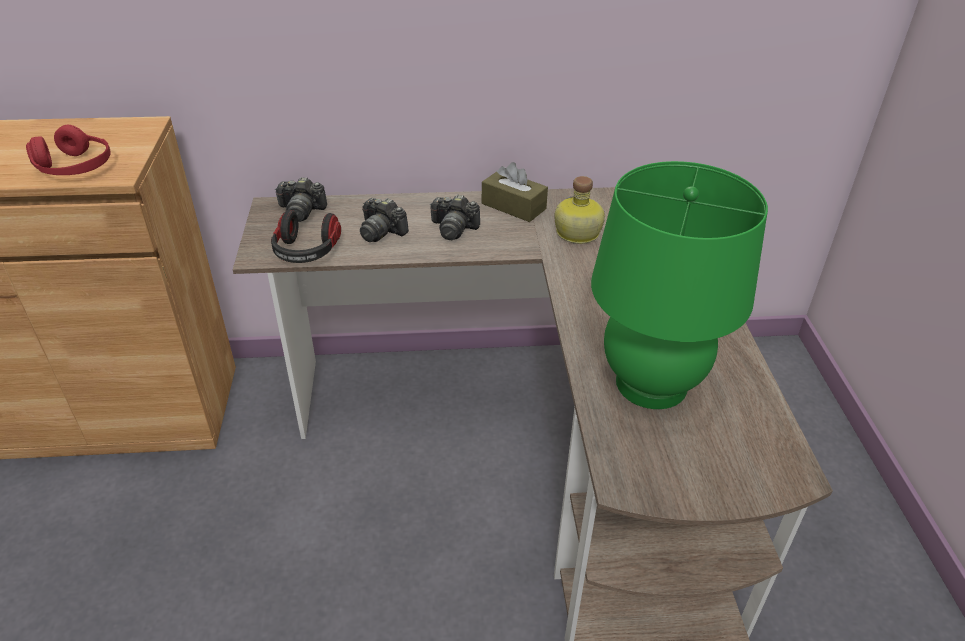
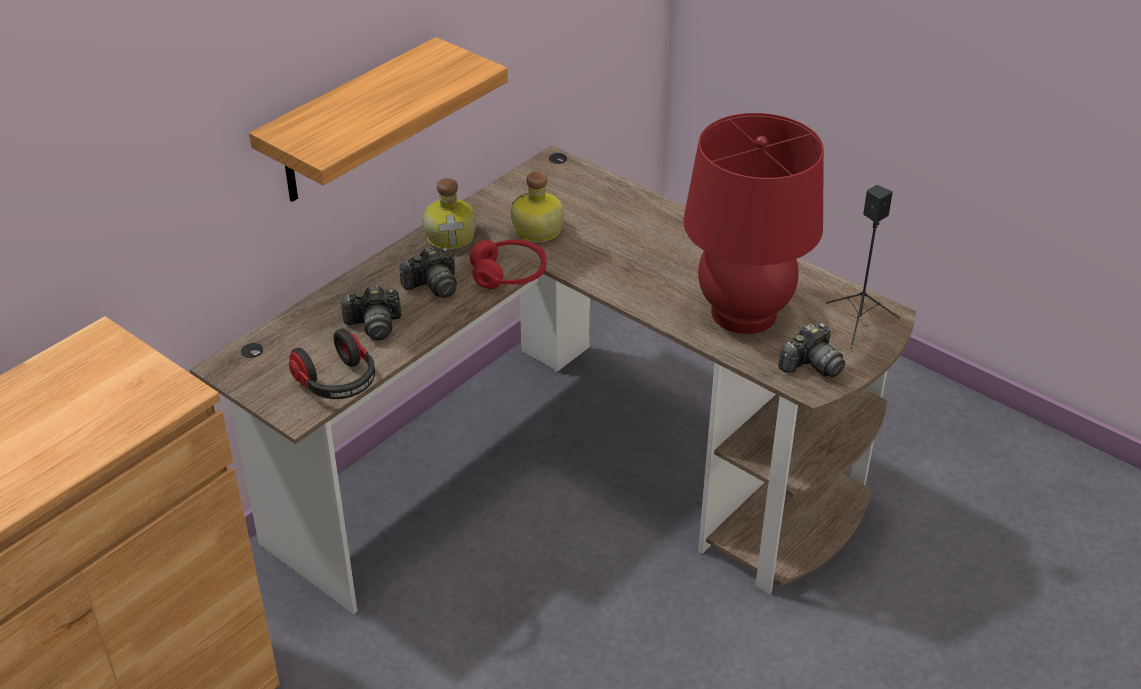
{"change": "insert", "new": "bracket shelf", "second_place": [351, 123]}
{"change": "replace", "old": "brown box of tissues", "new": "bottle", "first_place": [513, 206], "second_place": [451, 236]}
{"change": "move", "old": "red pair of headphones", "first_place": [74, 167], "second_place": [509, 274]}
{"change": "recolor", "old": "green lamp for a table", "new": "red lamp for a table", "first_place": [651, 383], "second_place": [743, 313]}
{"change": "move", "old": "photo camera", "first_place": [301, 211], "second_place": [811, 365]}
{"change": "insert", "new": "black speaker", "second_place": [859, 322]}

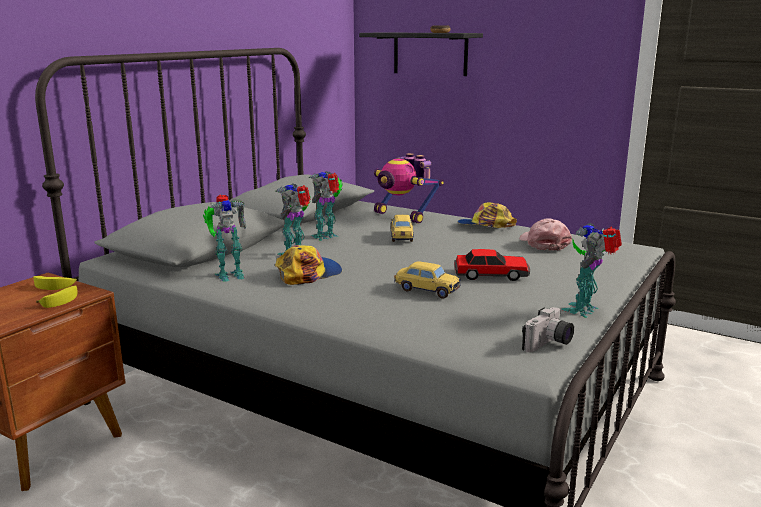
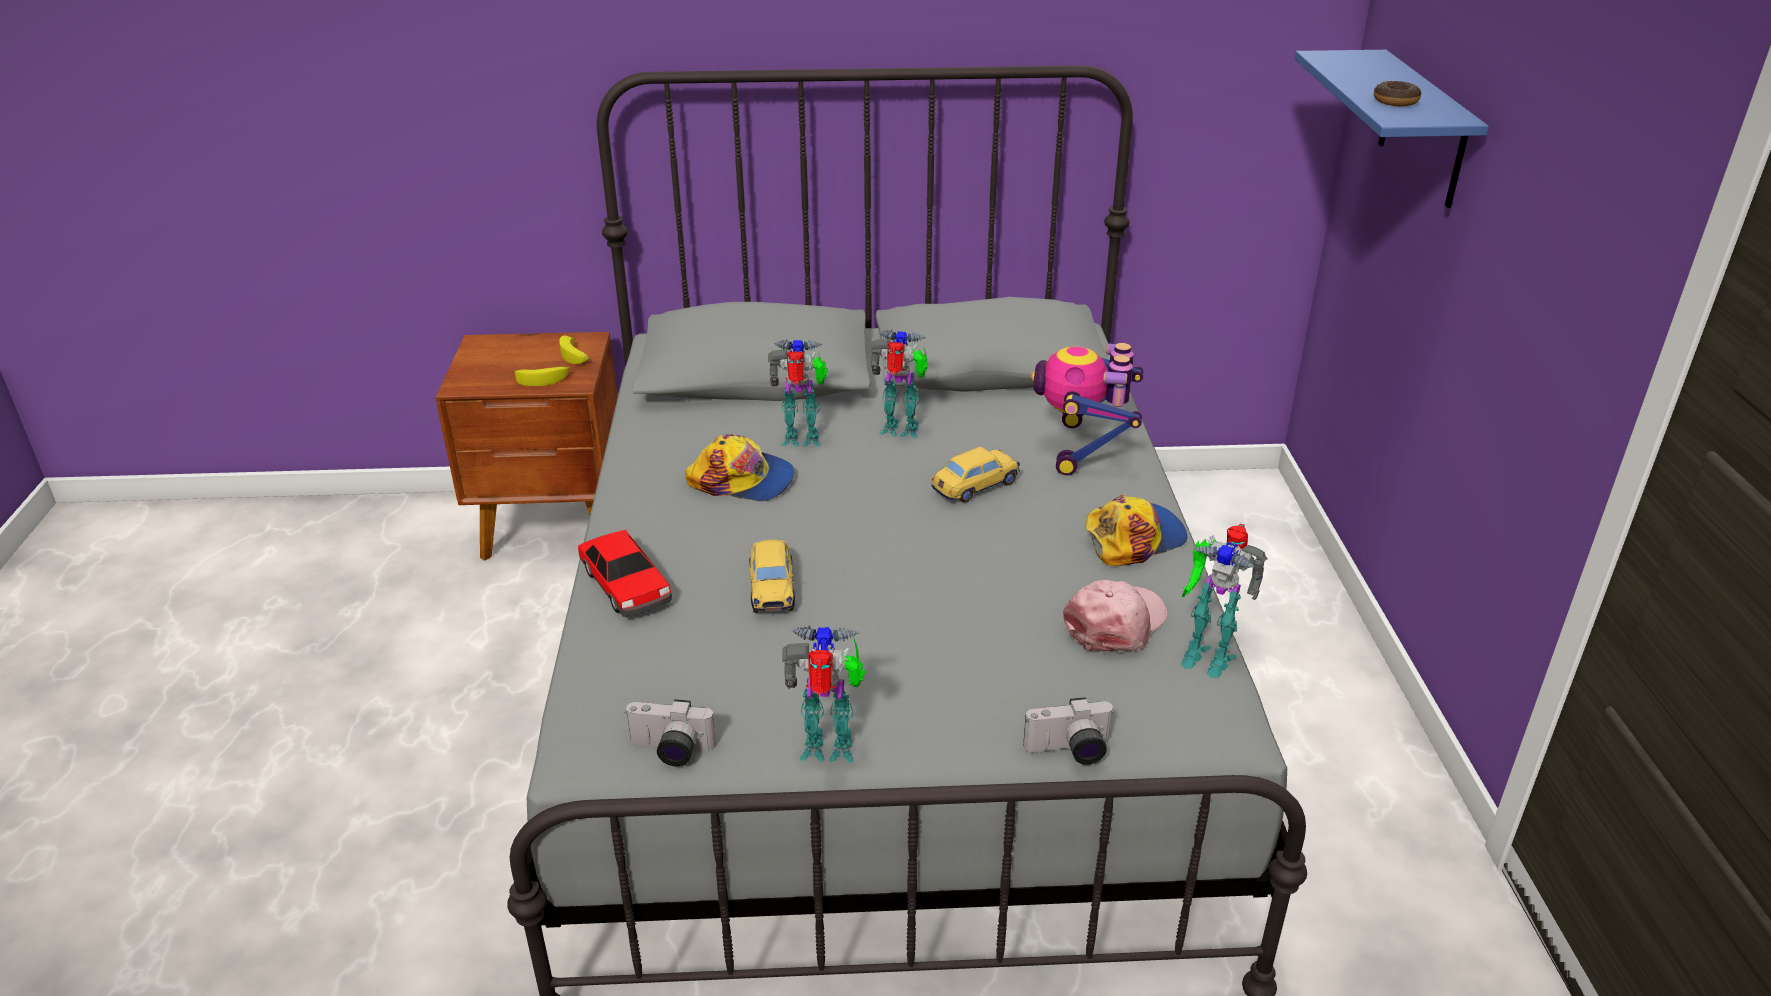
{"change": "move", "old": "toy car", "first_place": [491, 275], "second_place": [626, 586]}
{"change": "insert", "new": "photo camera", "second_place": [1070, 751]}
{"change": "rotate", "old": "baseball cap", "first_place": [485, 226], "second_place": [1133, 538], "degrees": 75}
{"change": "move", "old": "toy robot", "first_place": [228, 274], "second_place": [1206, 654]}
{"change": "recolor", "old": "black bracket shelf", "new": "blue bracket shelf", "first_place": [430, 53], "second_place": [1423, 130]}

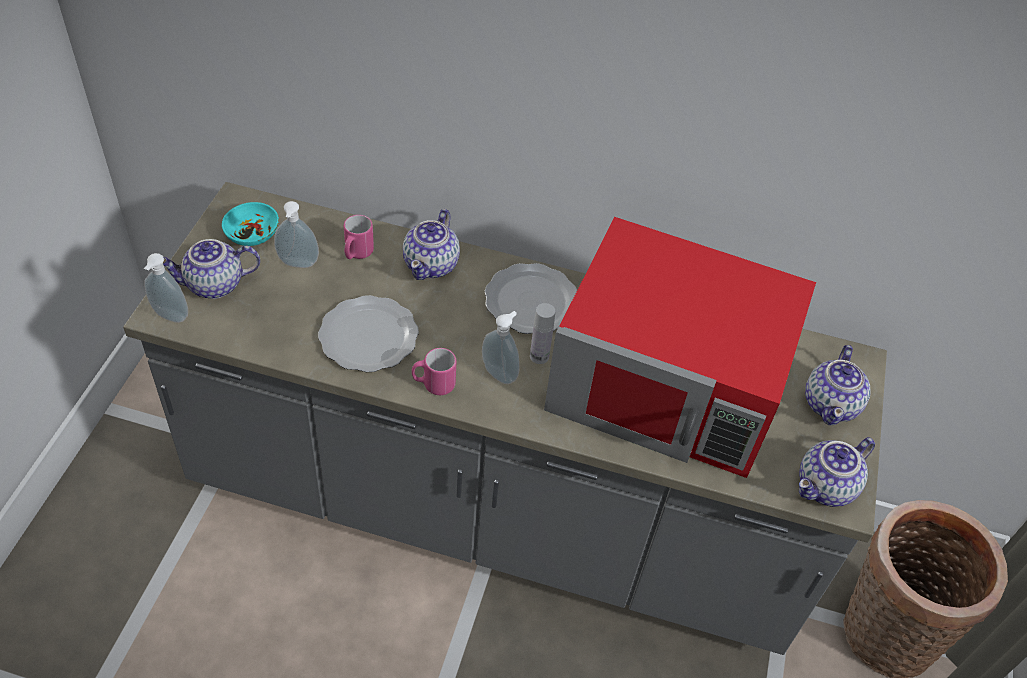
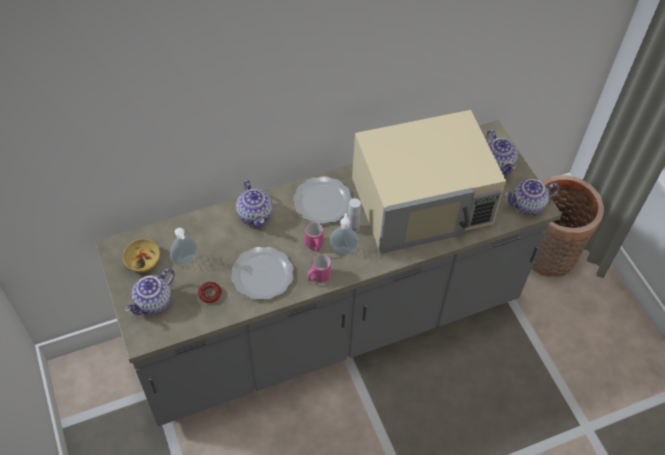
{"change": "recolor", "old": "turquoise-coloured bowl", "new": "beige-coloured bowl", "first_place": [252, 234], "second_place": [143, 260]}
{"change": "insert", "new": "ring doughnut", "second_place": [210, 294]}
{"change": "move", "old": "pinkish mug", "first_place": [357, 254], "second_place": [314, 246]}
{"change": "recolor", "old": "red microwave oven", "new": "beige-coloured microwave oven", "first_place": [669, 384], "second_place": [423, 201]}
{"change": "rotate", "old": "tea pot", "first_place": [826, 488], "second_place": [527, 205], "degrees": 60}
{"change": "delete", "old": "soap bottle", "first_place": [169, 317]}

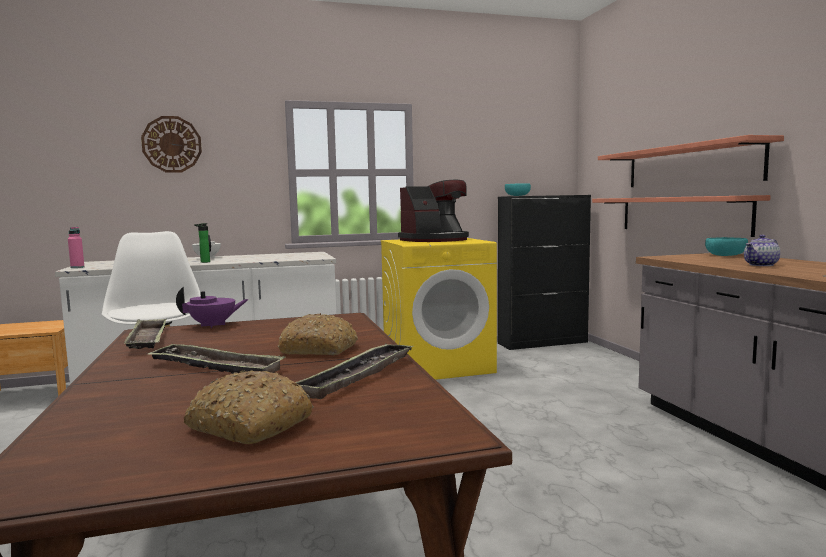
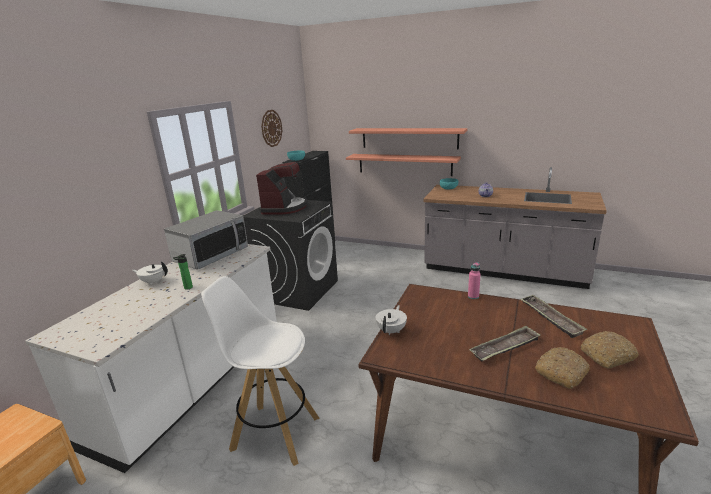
{"change": "insert", "new": "microwave oven", "second_place": [211, 255]}
{"change": "recolor", "old": "yellow washing machine", "new": "black washing machine", "first_place": [438, 365], "second_place": [298, 290]}
{"change": "move", "old": "clock on the wall", "first_place": [172, 144], "second_place": [271, 128]}
{"change": "recolor", "old": "purple tea pot", "new": "white-coloured tea pot", "first_place": [213, 325], "second_place": [392, 331]}
{"change": "move", "old": "pinkish bottle", "first_place": [77, 267], "second_place": [473, 296]}
{"change": "move", "old": "bakery bread", "first_place": [319, 349], "second_place": [561, 372]}
{"change": "delete", "old": "tray", "first_place": [148, 340]}

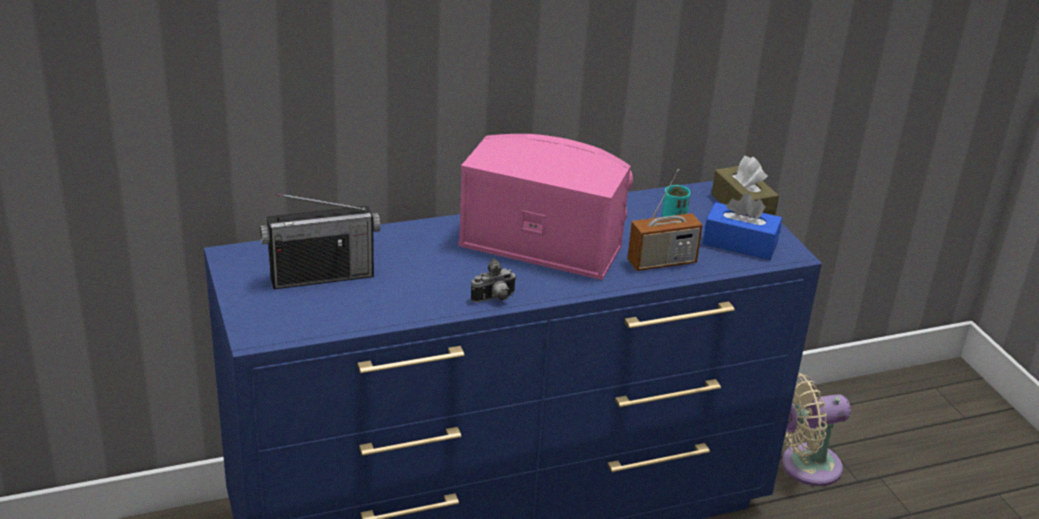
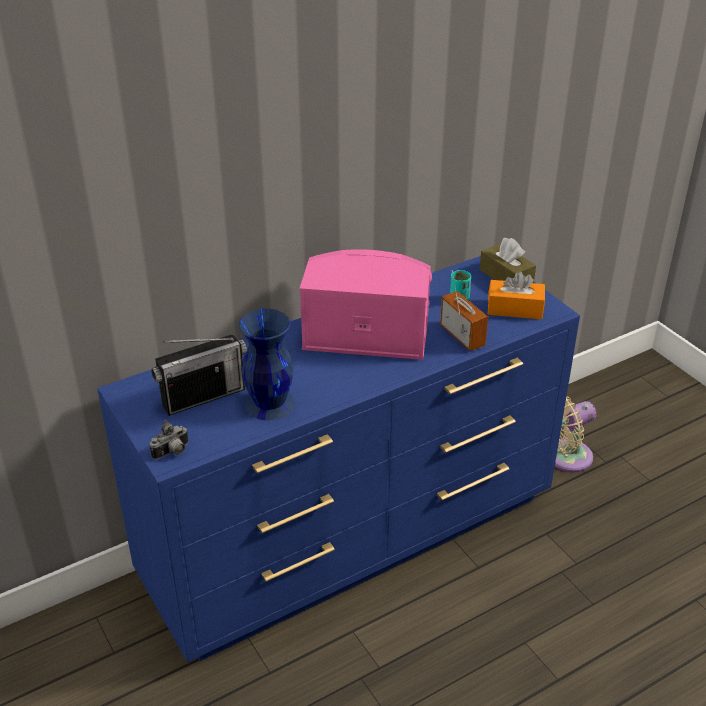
{"change": "move", "old": "photo camera", "first_place": [495, 299], "second_place": [172, 452]}
{"change": "insert", "new": "blue flower vase", "second_place": [268, 404]}
{"change": "rotate", "old": "radio", "first_place": [661, 262], "second_place": [462, 336], "degrees": -90}
{"change": "recolor", "old": "blue box of tissues", "new": "orangey box of tissues", "first_place": [740, 243], "second_place": [515, 309]}

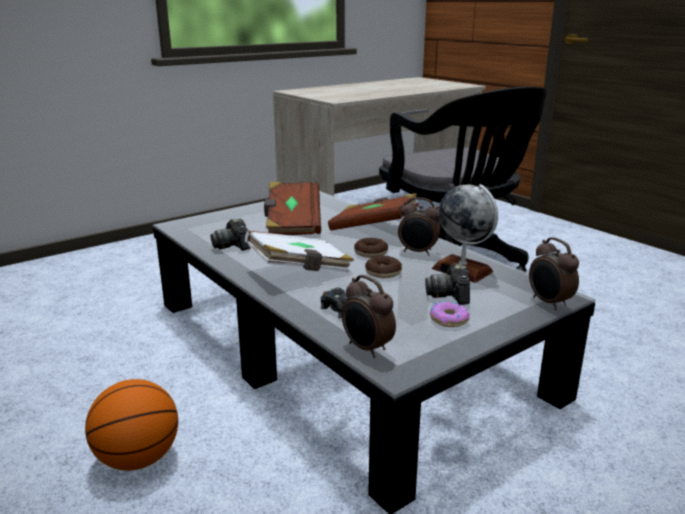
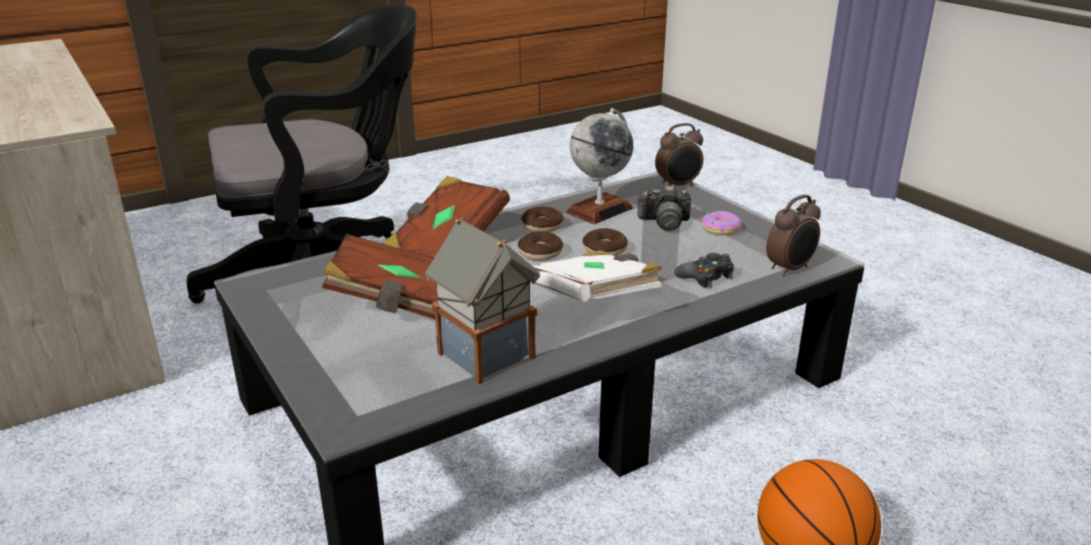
{"change": "replace", "old": "photo camera", "new": "toy house", "first_place": [232, 245], "second_place": [484, 354]}
{"change": "replace", "old": "table clock", "new": "ring doughnut", "first_place": [418, 252], "second_place": [542, 226]}

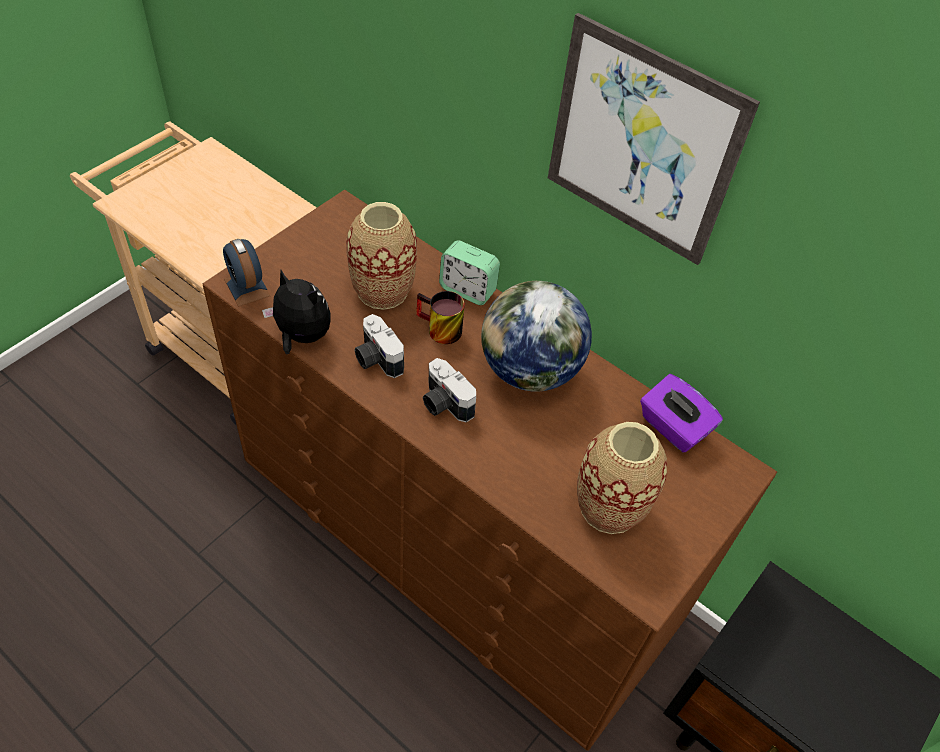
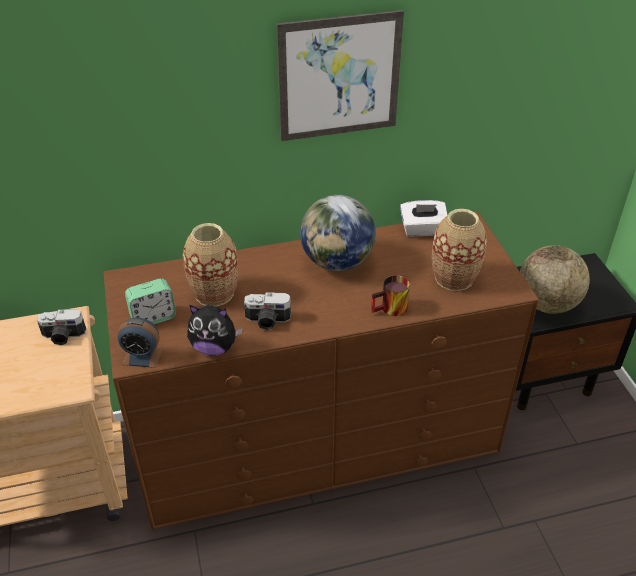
{"change": "move", "old": "photo camera", "first_place": [444, 404], "second_place": [63, 336]}
{"change": "move", "old": "table clock", "first_place": [467, 290], "second_place": [153, 317]}
{"change": "rotate", "old": "soft toy", "first_place": [301, 336], "second_place": [214, 347], "degrees": -150}
{"change": "move", "old": "mug", "first_place": [438, 330], "second_place": [391, 310]}
{"change": "recolor", "old": "purple box of tissues", "new": "white-coloured box of tissues", "first_place": [673, 427], "second_place": [422, 230]}
{"change": "insert", "new": "world globe", "second_place": [547, 304]}

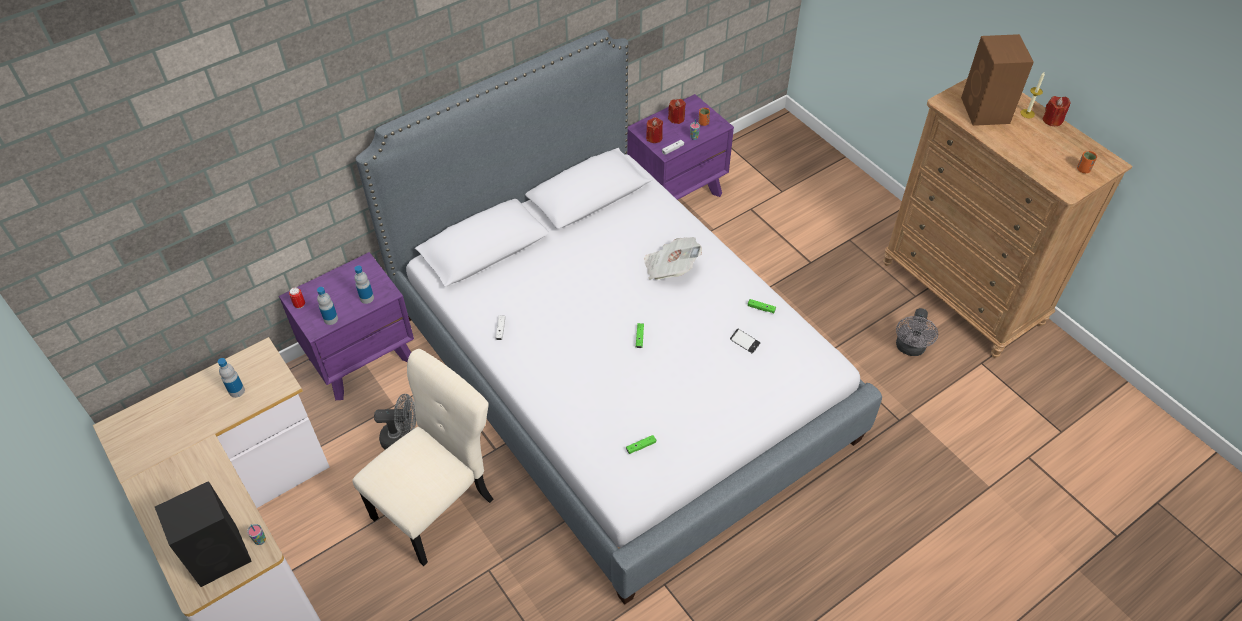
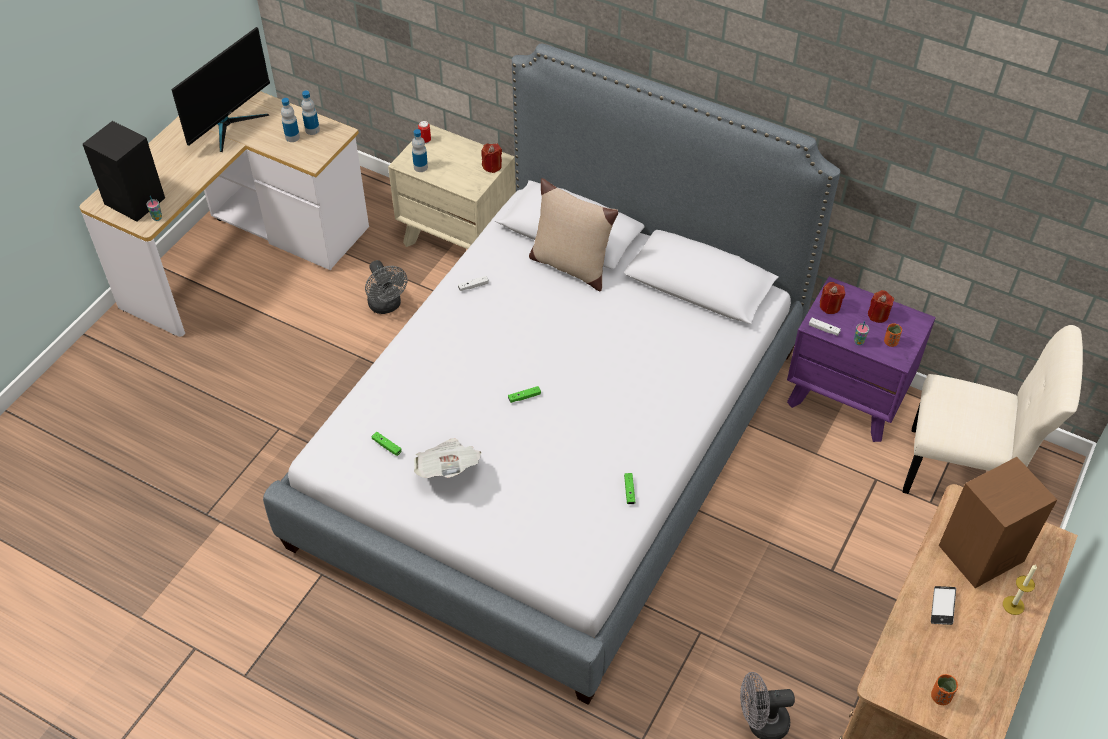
{"change": "insert", "new": "monitor", "second_place": [230, 125]}
{"change": "move", "old": "bottle", "first_place": [367, 298], "second_place": [312, 130]}
{"change": "recolor", "old": "purple night table", "new": "beige-coloured night table", "first_place": [362, 358], "second_place": [458, 238]}
{"change": "move", "old": "printed paper", "first_place": [670, 268], "second_place": [448, 469]}
{"change": "move", "old": "red candle", "first_place": [1052, 120], "second_place": [492, 166]}
{"change": "insert", "new": "beige-coloured pillow", "second_place": [570, 265]}
{"change": "move", "old": "beige-coloured chair", "first_place": [437, 506], "second_place": [964, 473]}
{"change": "move", "old": "handset", "first_place": [744, 342], "second_place": [942, 607]}

